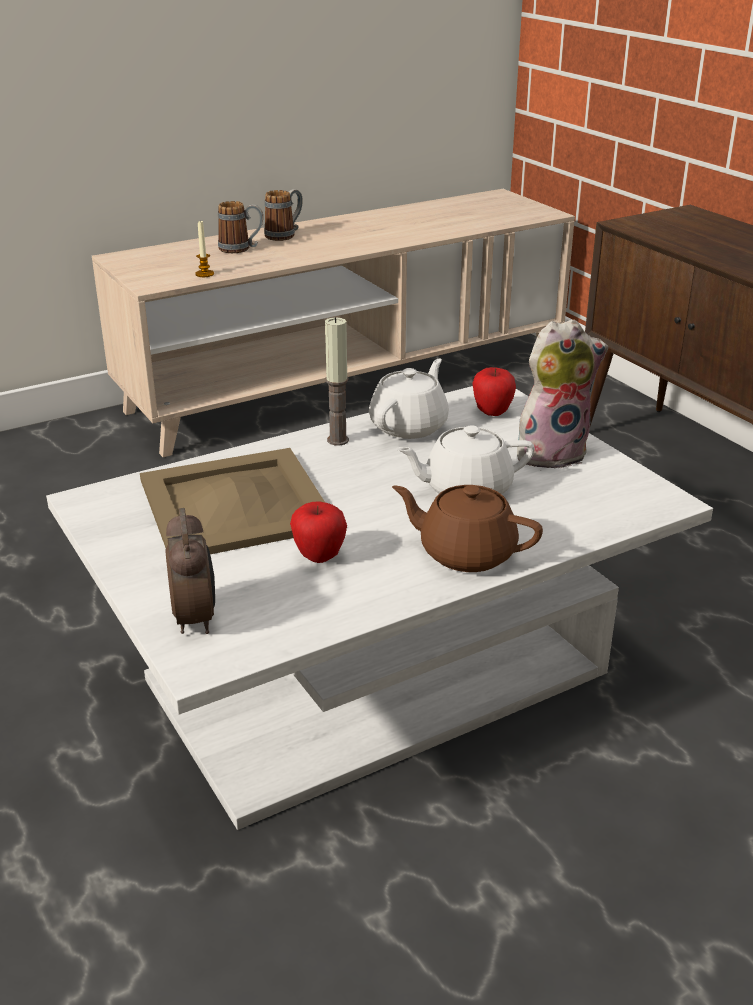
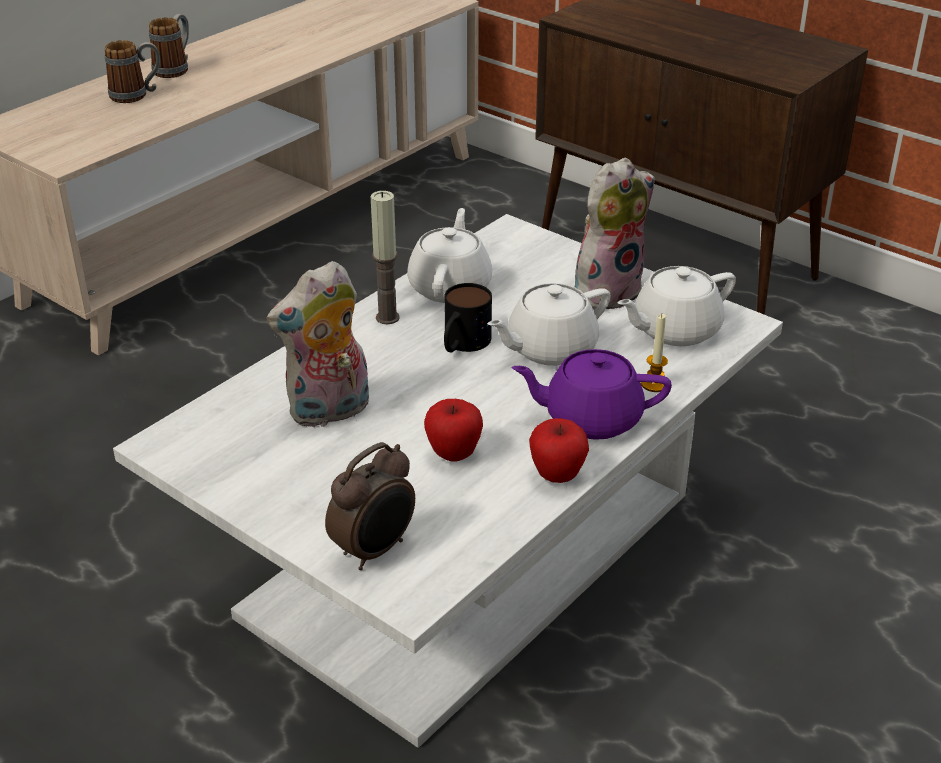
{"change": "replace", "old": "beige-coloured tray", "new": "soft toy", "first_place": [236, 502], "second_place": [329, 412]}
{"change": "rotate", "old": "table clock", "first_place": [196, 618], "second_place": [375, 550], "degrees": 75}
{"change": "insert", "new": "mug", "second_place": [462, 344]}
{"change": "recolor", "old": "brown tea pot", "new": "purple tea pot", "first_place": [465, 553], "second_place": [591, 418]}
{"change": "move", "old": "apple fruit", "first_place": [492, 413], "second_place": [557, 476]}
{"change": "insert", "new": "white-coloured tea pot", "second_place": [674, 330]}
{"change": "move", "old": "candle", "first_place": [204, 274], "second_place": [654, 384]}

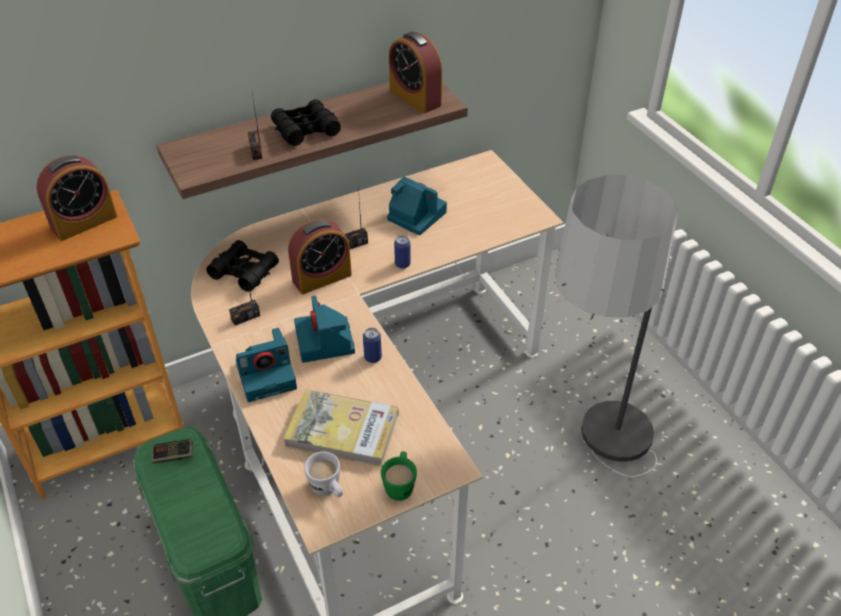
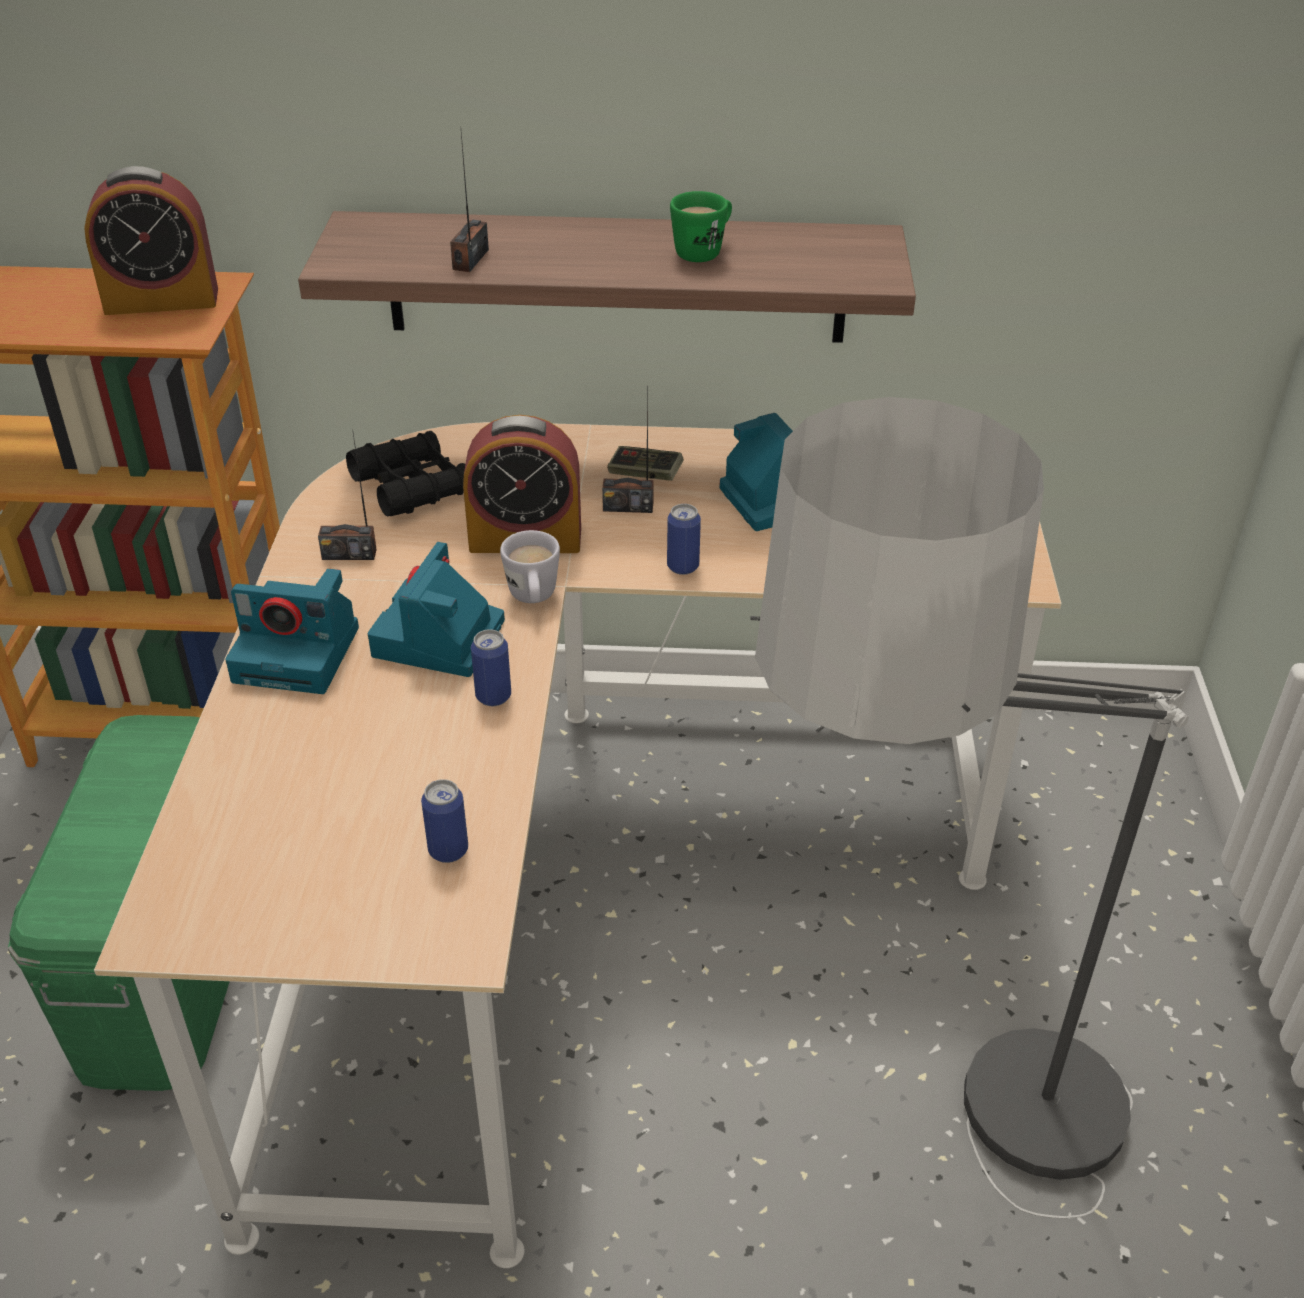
{"change": "insert", "new": "sealed can", "second_place": [448, 850]}
{"change": "move", "old": "white-coloured mug", "first_place": [328, 490], "second_place": [533, 599]}
{"change": "move", "old": "game controller", "first_place": [173, 456], "second_place": [645, 474]}
{"change": "move", "old": "green mug", "first_place": [400, 485], "second_place": [704, 251]}
{"change": "delete", "old": "black pair of binoculars", "first_place": [305, 130]}
{"change": "delete", "old": "bound book", "first_place": [342, 431]}
{"change": "delete", "old": "table clock", "first_place": [415, 98]}

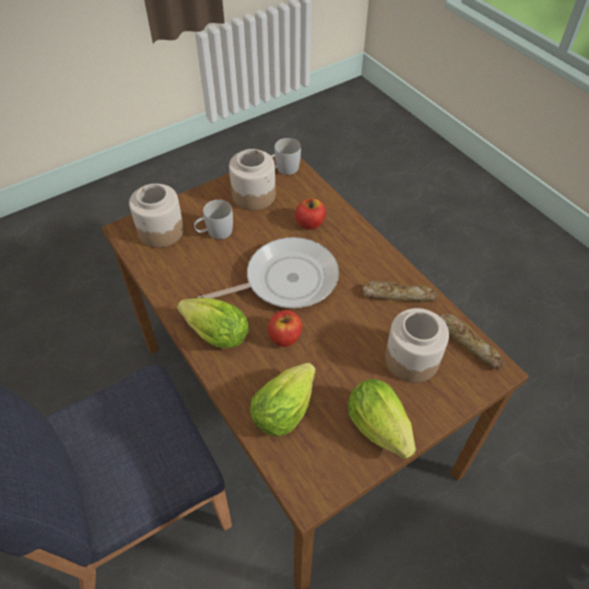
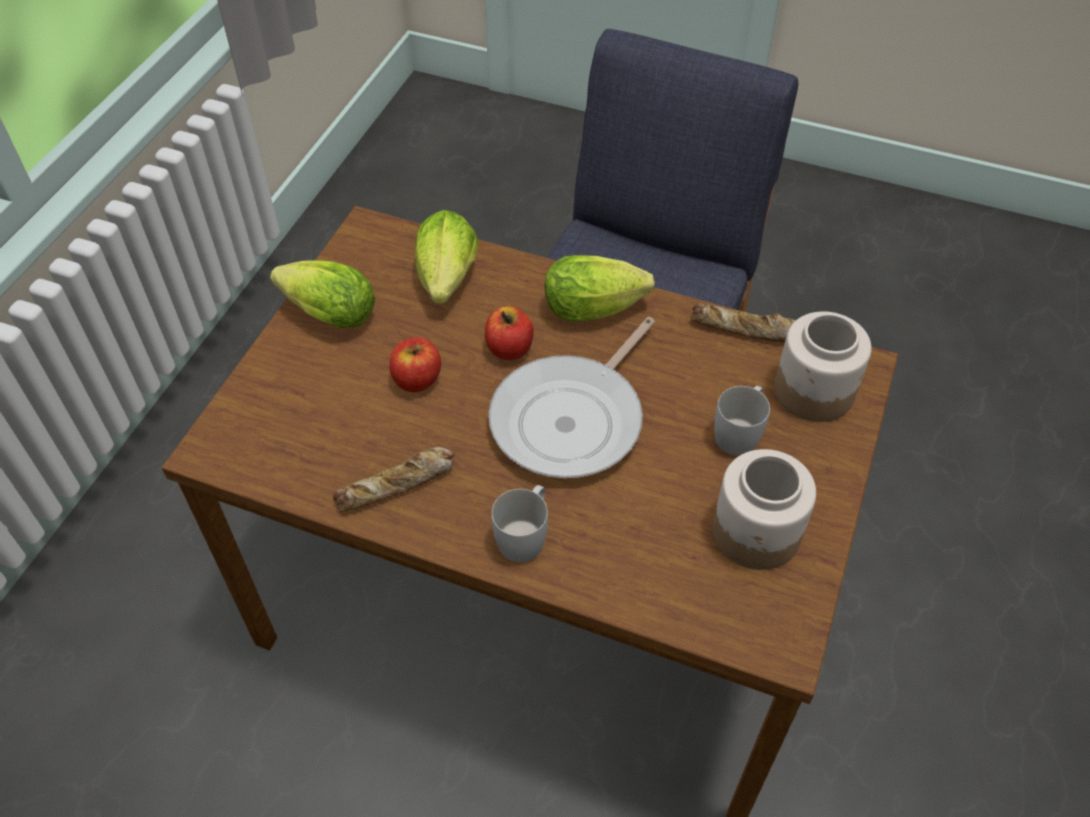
{"change": "move", "old": "apple fruit", "first_place": [310, 223], "second_place": [417, 379]}
{"change": "move", "old": "white-coloured mug", "first_place": [283, 169], "second_place": [525, 534]}
{"change": "move", "old": "bakery bread", "first_place": [469, 343], "second_place": [746, 330]}
{"change": "delete", "old": "preserve jar", "first_place": [411, 359]}

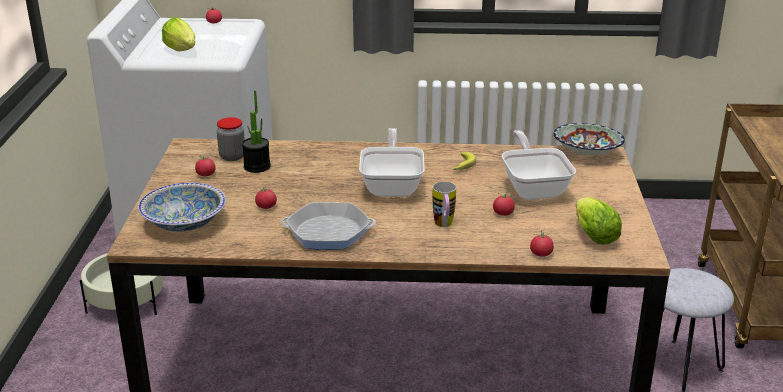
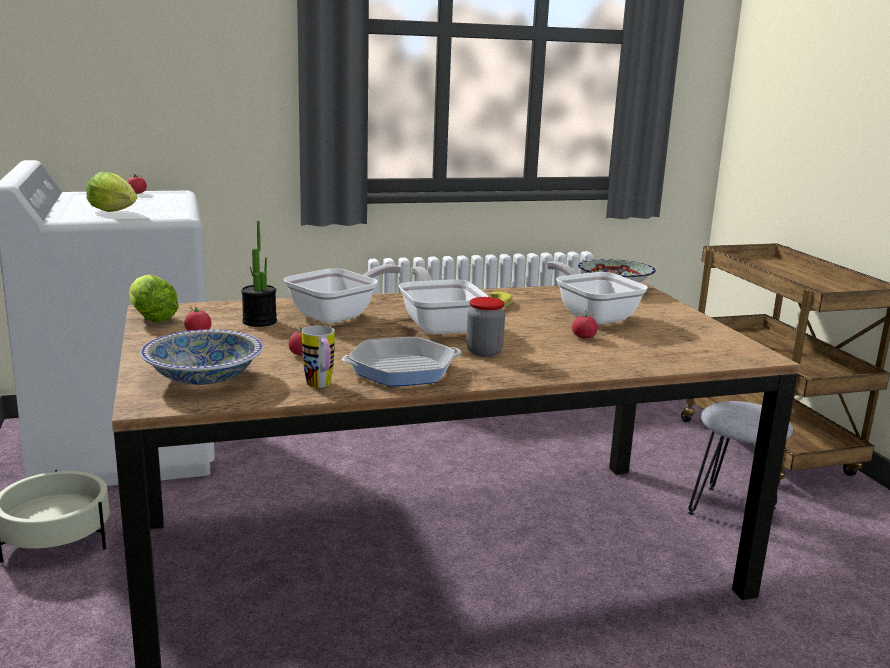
{"change": "move", "old": "lettuce", "first_place": [592, 234], "second_place": [151, 317]}
{"change": "insert", "new": "skillet", "second_place": [339, 315]}
{"change": "move", "old": "mug", "first_place": [444, 226], "second_place": [321, 386]}
{"change": "move", "old": "preserve jar", "first_place": [232, 156], "second_place": [484, 352]}
{"change": "delete", "old": "tomato", "first_place": [541, 254]}

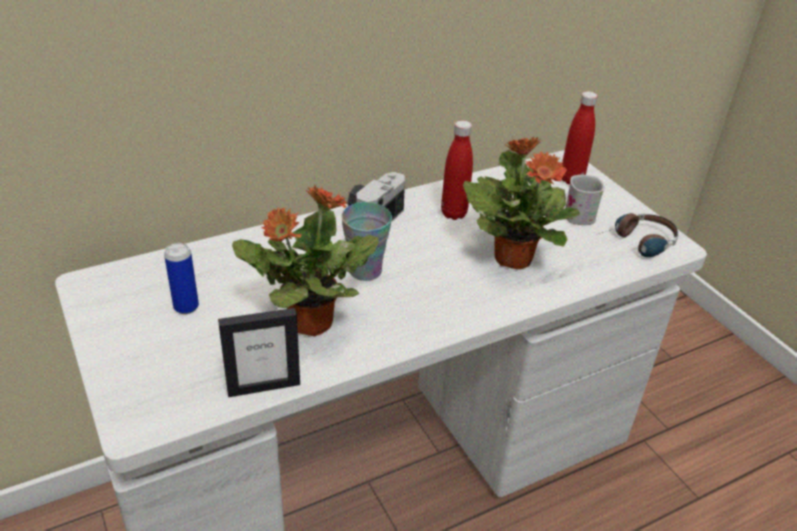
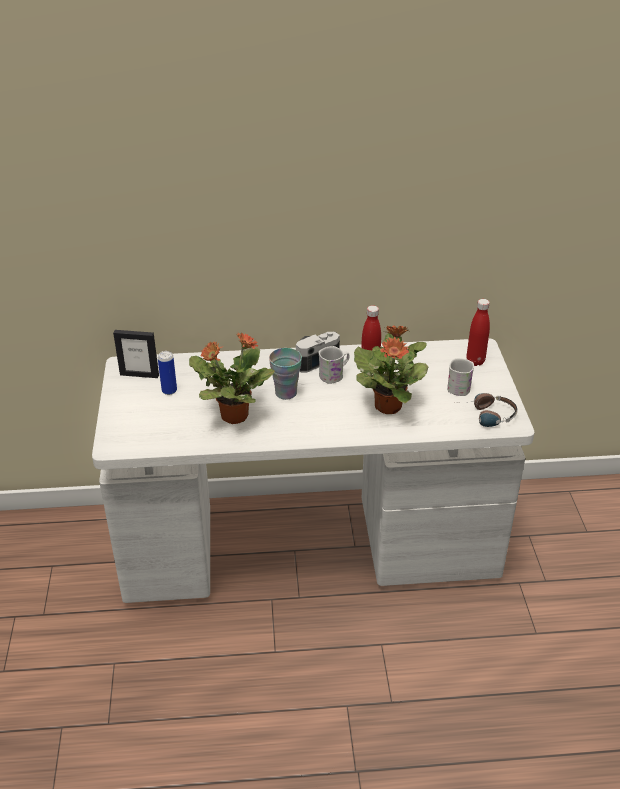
{"change": "move", "old": "standing frame", "first_place": [263, 387], "second_place": [139, 375]}
{"change": "insert", "new": "white-coloured mug", "second_place": [334, 375]}

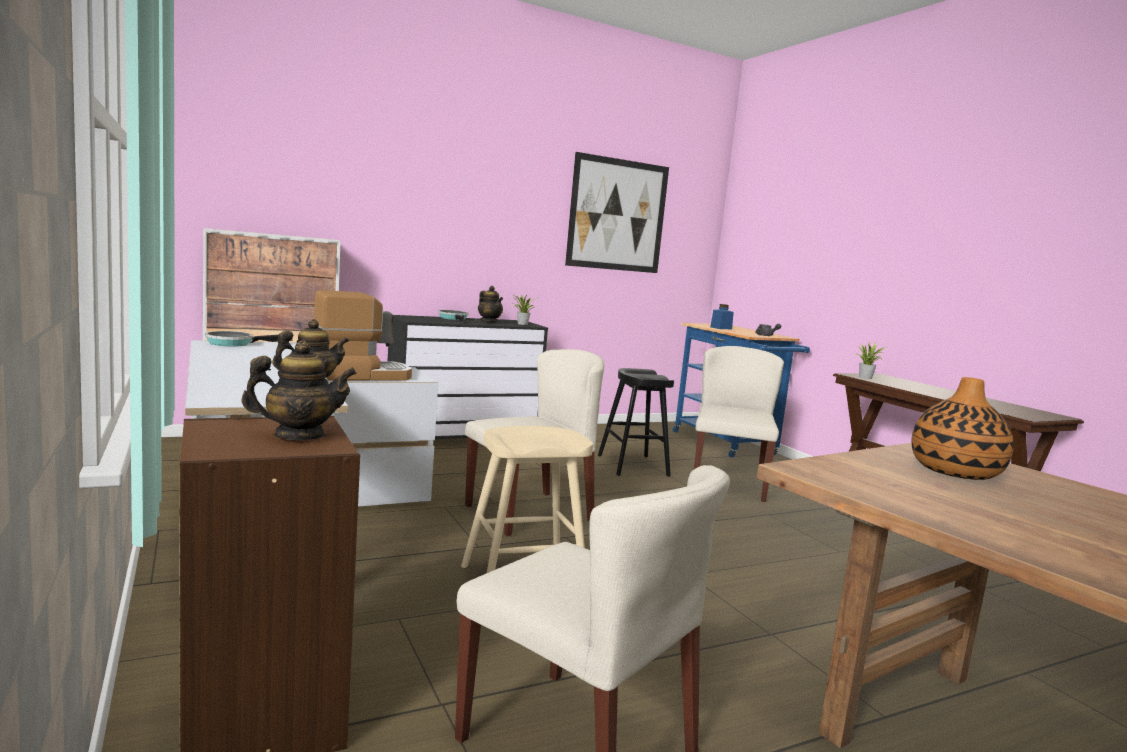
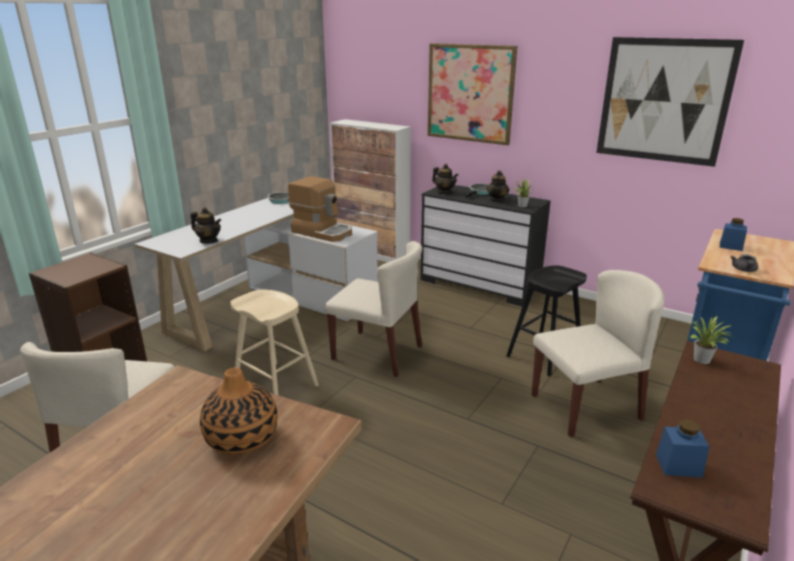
{"change": "insert", "new": "picture", "second_place": [470, 93]}
{"change": "move", "old": "tea pot", "first_place": [299, 436], "second_place": [444, 192]}
{"change": "insert", "new": "blue preserve jar", "second_place": [678, 466]}

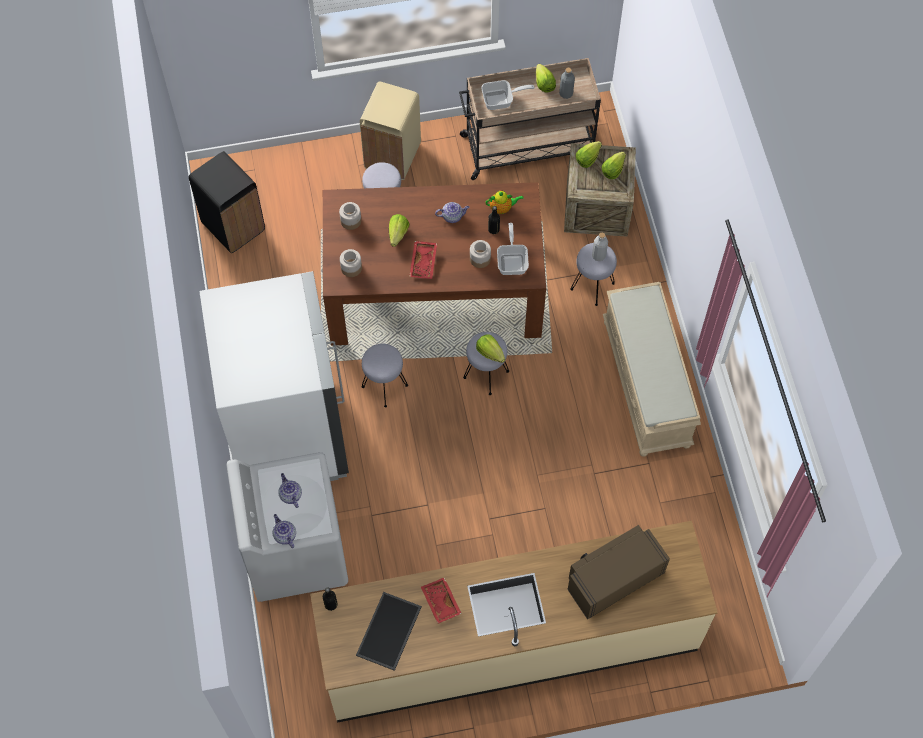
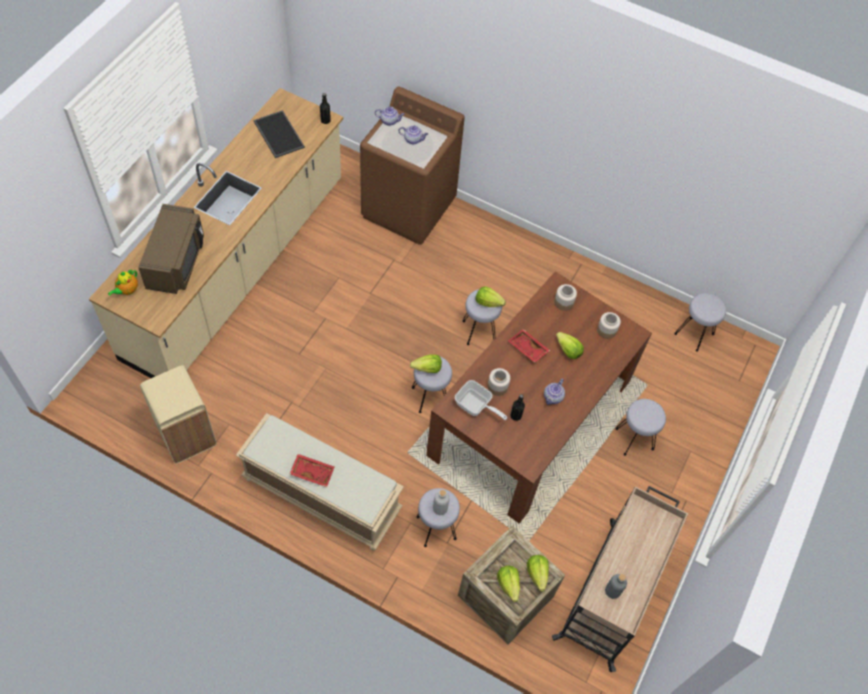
{"change": "move", "old": "tea pot", "first_place": [502, 208], "second_place": [127, 290]}
{"change": "move", "old": "beige-coloured waste bin", "first_place": [393, 156], "second_place": [186, 436]}
{"change": "move", "old": "red tray", "first_place": [440, 602], "second_place": [312, 472]}
{"change": "recolor", "old": "white-coloured washing machine", "new": "brown washing machine", "first_place": [296, 552], "second_place": [409, 208]}
{"change": "move", "old": "lettuce", "first_place": [544, 84], "second_place": [488, 302]}
{"change": "replace", "old": "black waste bin", "new": "greyish stool seat", "first_place": [233, 226], "second_place": [694, 334]}
{"change": "delete", "old": "white-coloured refrigerator", "first_place": [289, 433]}
{"change": "delete", "old": "skillet", "first_place": [501, 100]}

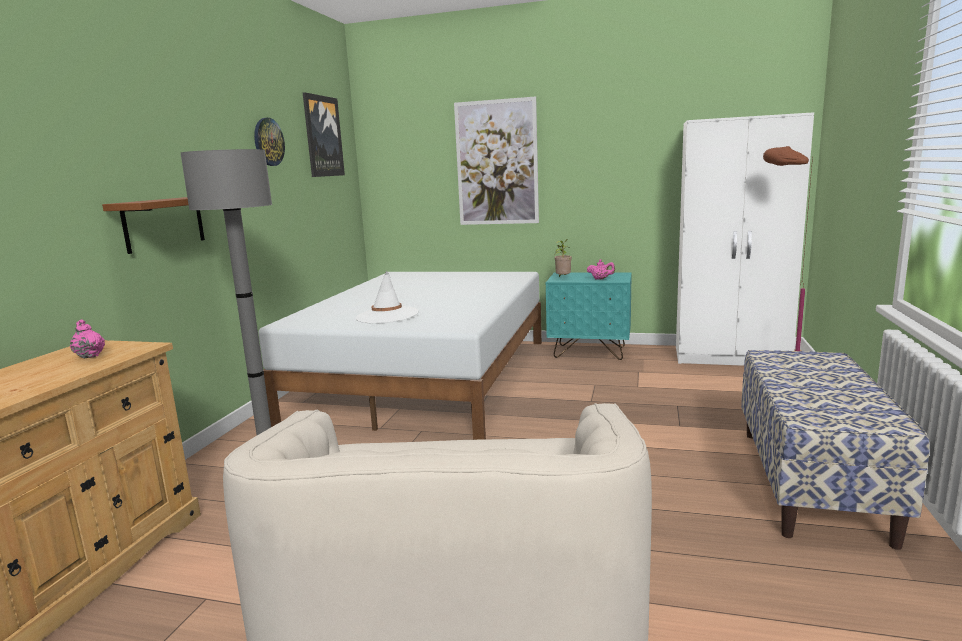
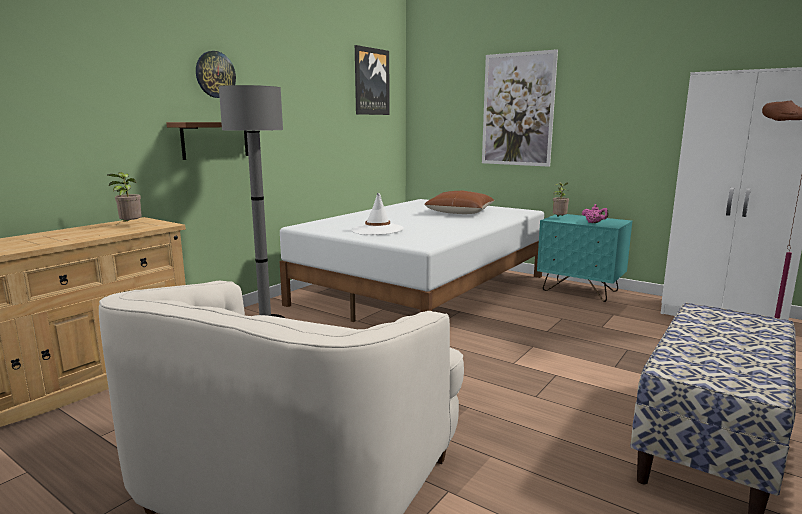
{"change": "replace", "old": "pinkish tea pot", "new": "potted plant", "first_place": [89, 356], "second_place": [129, 226]}
{"change": "move", "old": "clock on the wall", "first_place": [268, 142], "second_place": [215, 74]}
{"change": "insert", "new": "brown pillow", "second_place": [459, 212]}

